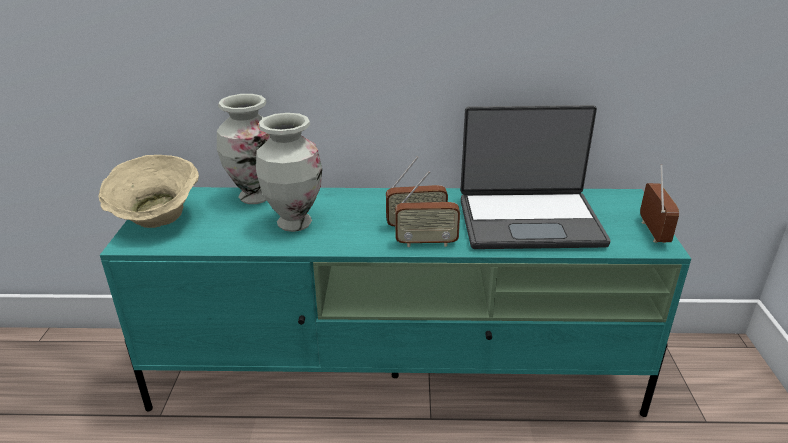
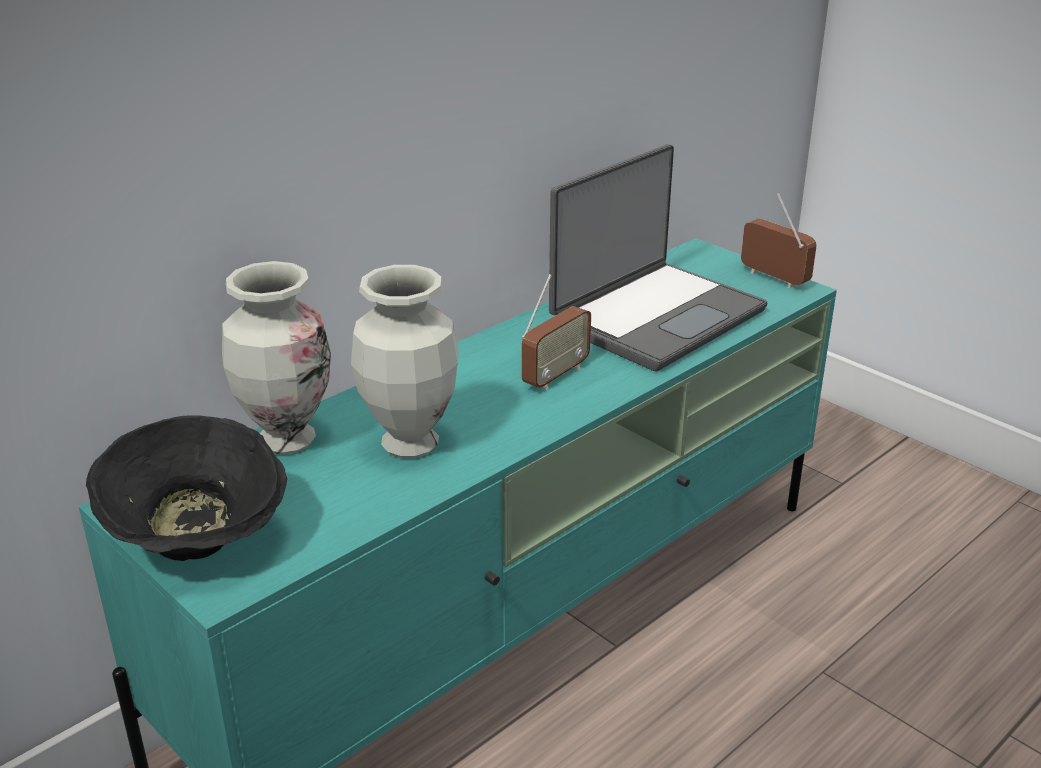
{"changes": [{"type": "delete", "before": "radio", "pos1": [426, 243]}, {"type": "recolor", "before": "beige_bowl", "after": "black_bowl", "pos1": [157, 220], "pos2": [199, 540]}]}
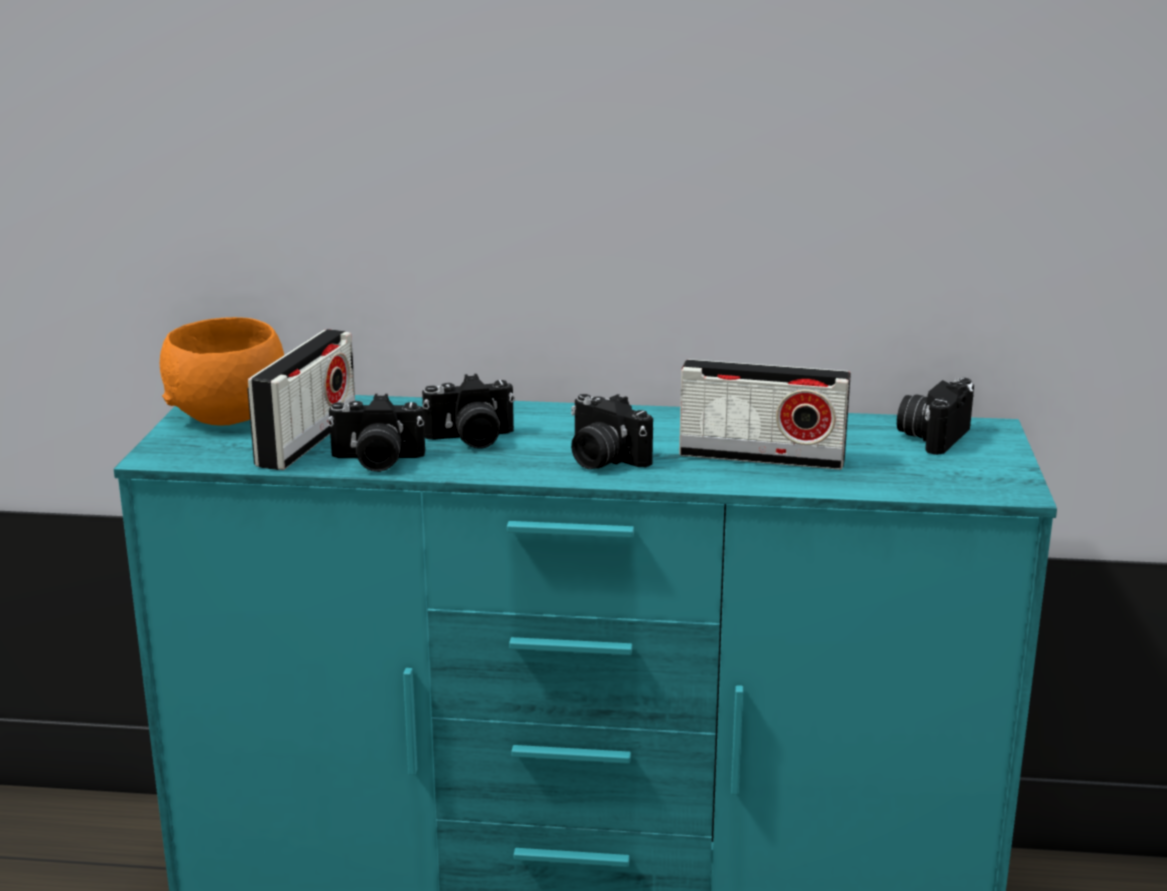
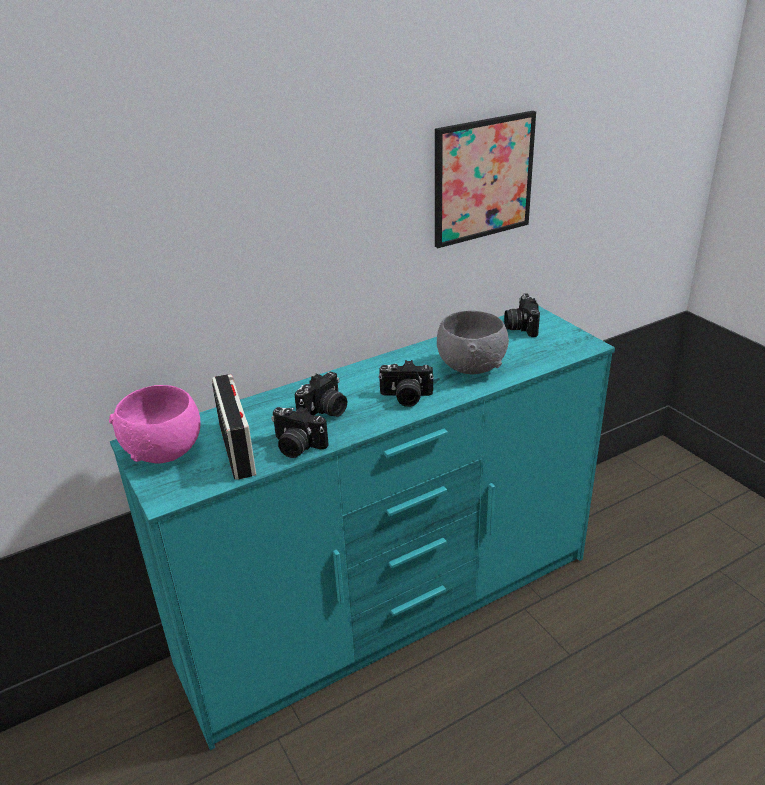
{"changes": [{"type": "insert", "after": "picture", "pos2": [483, 179]}, {"type": "replace", "before": "radio", "after": "grey_bowl", "pos1": [761, 457], "pos2": [471, 367]}, {"type": "recolor", "before": "orange_bowl", "after": "pink_bowl", "pos1": [229, 416], "pos2": [165, 451]}, {"type": "rotate", "before": "photo_camera", "pos1": [376, 461], "pos2": [297, 447], "turn": 60}]}
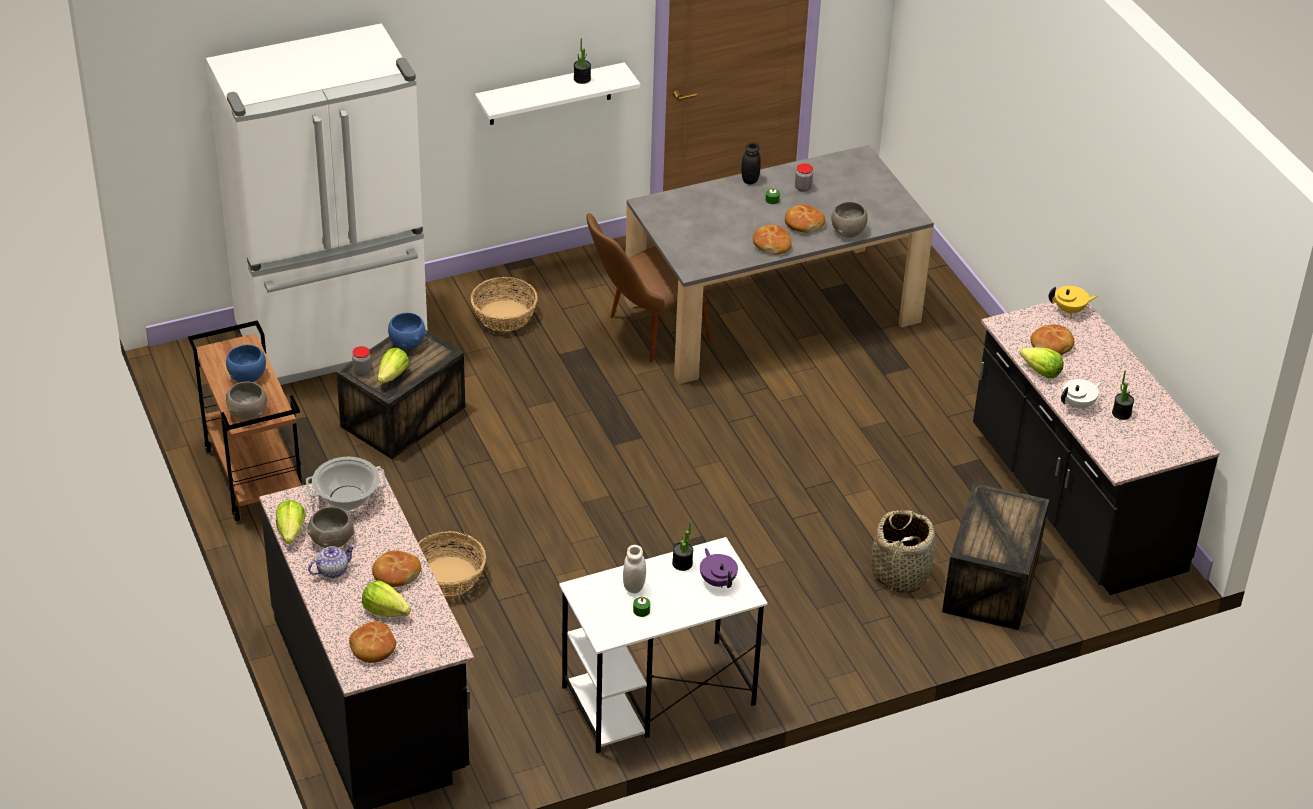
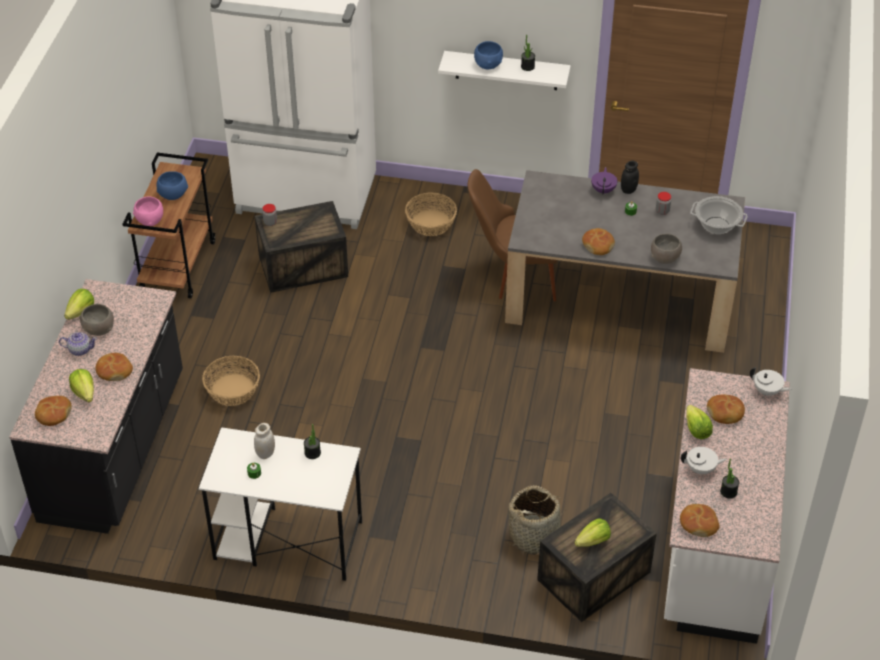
{"changes": [{"type": "move", "before": "cooking_pot", "pos1": [347, 498], "pos2": [716, 226]}, {"type": "move", "before": "lettuce", "pos1": [393, 376], "pos2": [593, 541]}, {"type": "move", "before": "blue_bowl", "pos1": [407, 342], "pos2": [488, 65]}, {"type": "move", "before": "purple_teapot", "pos1": [718, 581], "pos2": [603, 190]}, {"type": "move", "before": "bread", "pos1": [803, 224], "pos2": [698, 524]}, {"type": "recolor", "before": "grey_bowl", "after": "pink_bowl", "pos1": [247, 413], "pos2": [149, 220]}, {"type": "recolor", "before": "black_counter", "after": "white_counter", "pos1": [1074, 502], "pos2": [715, 545]}, {"type": "recolor", "before": "yellow_teapot", "after": "white_teapot", "pos1": [1070, 310], "pos2": [767, 391]}]}
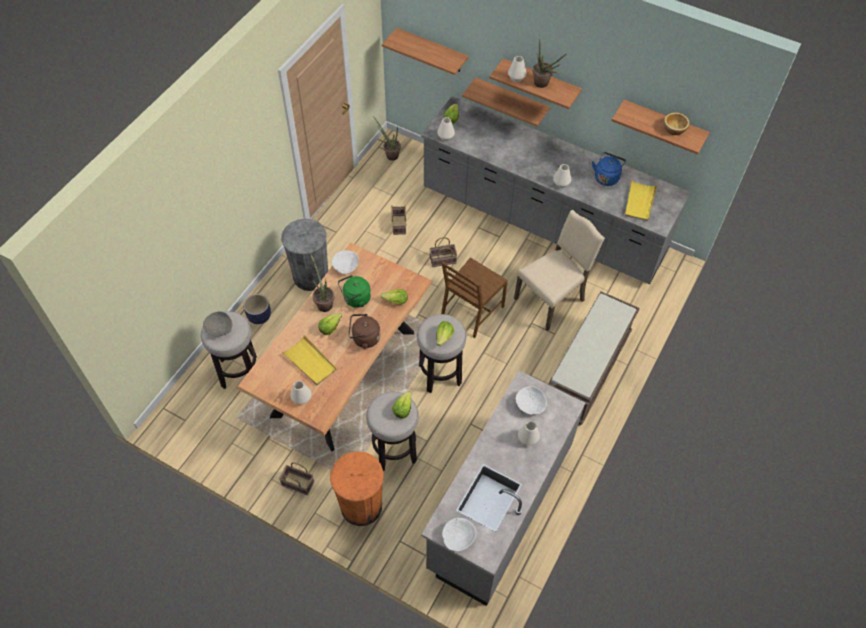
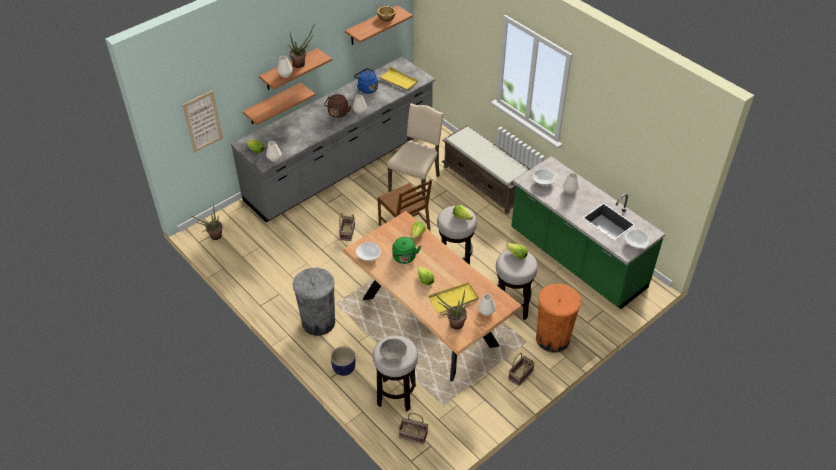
{"changes": [{"type": "move", "before": "potted_plant", "pos1": [323, 303], "pos2": [453, 324]}, {"type": "move", "before": "brown_kettle", "pos1": [364, 338], "pos2": [338, 114]}, {"type": "move", "before": "basket", "pos1": [398, 224], "pos2": [412, 435]}, {"type": "replace", "before": "shelf", "after": "picture", "pos1": [432, 50], "pos2": [203, 121]}, {"type": "recolor", "before": "grey_counter", "after": "green_counter", "pos1": [499, 506], "pos2": [576, 260]}, {"type": "rotate", "before": "beige_chair", "pos1": [551, 299], "pos2": [416, 183], "turn": 45}]}
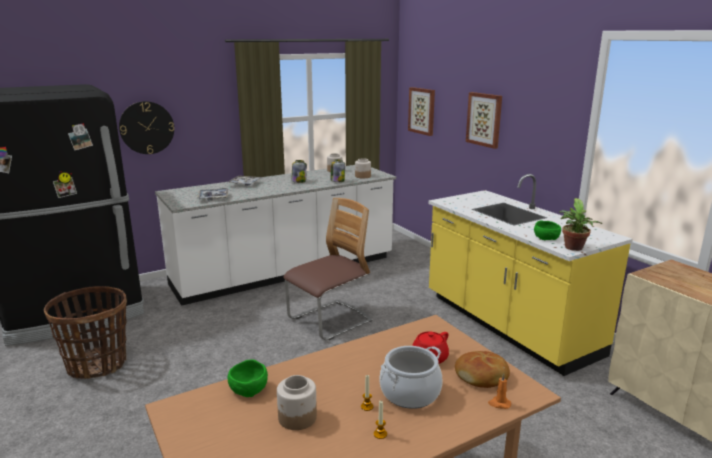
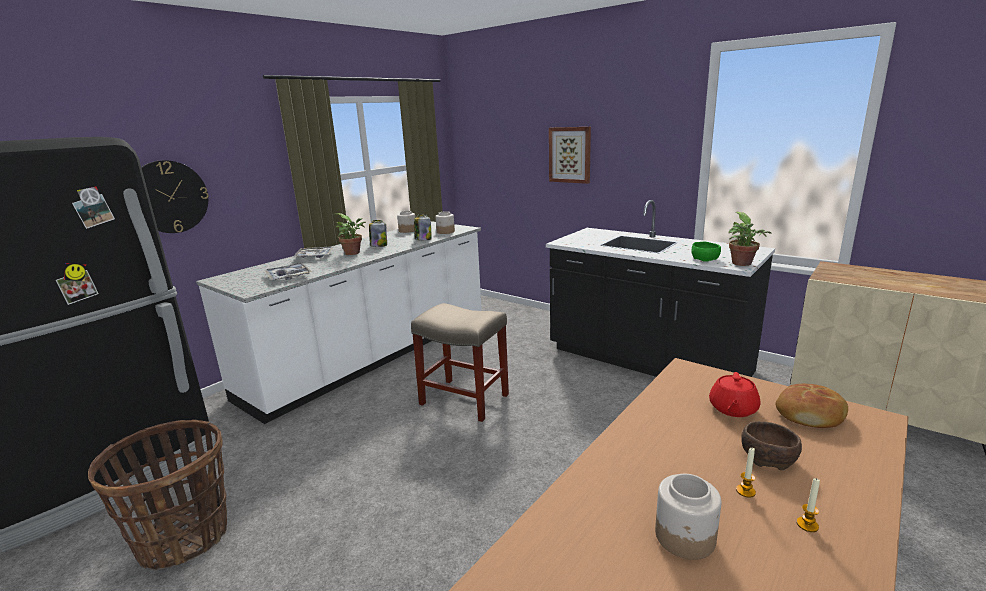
{"changes": [{"type": "delete", "before": "green_bowl", "pos1": [248, 389]}, {"type": "delete", "before": "picture", "pos1": [422, 111]}, {"type": "delete", "before": "orange_candle", "pos1": [499, 404]}, {"type": "insert", "after": "potted_plant", "pos2": [354, 253]}, {"type": "replace", "before": "chair", "after": "beige_stool", "pos1": [330, 321], "pos2": [465, 399]}, {"type": "replace", "before": "cooking_pot", "after": "brown_bowl", "pos1": [410, 393], "pos2": [767, 457]}, {"type": "recolor", "before": "yellow_counter", "after": "black_counter", "pos1": [508, 325], "pos2": [647, 362]}]}
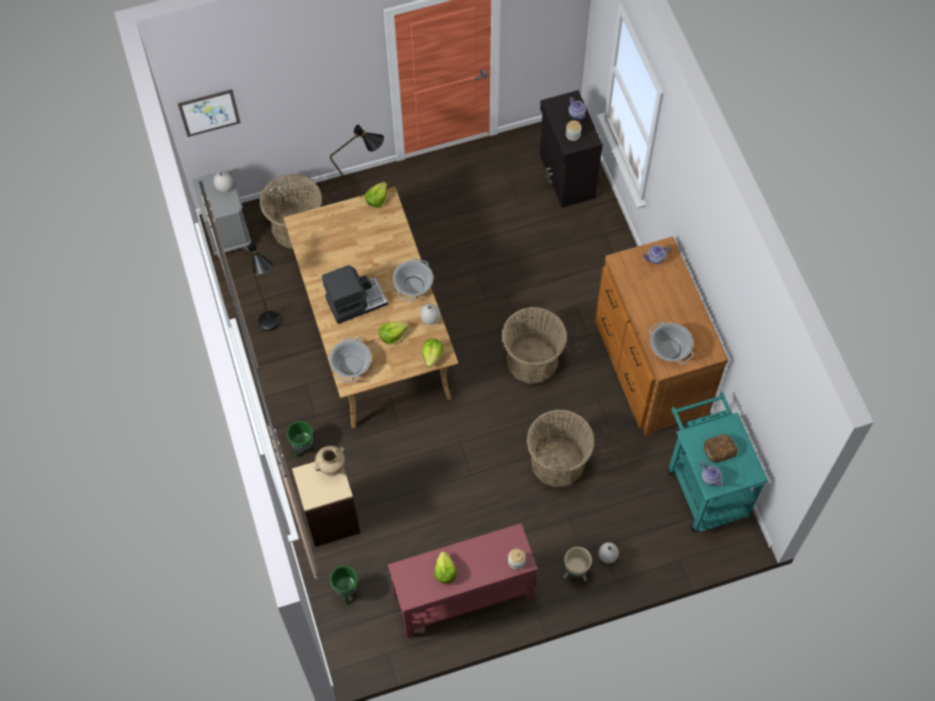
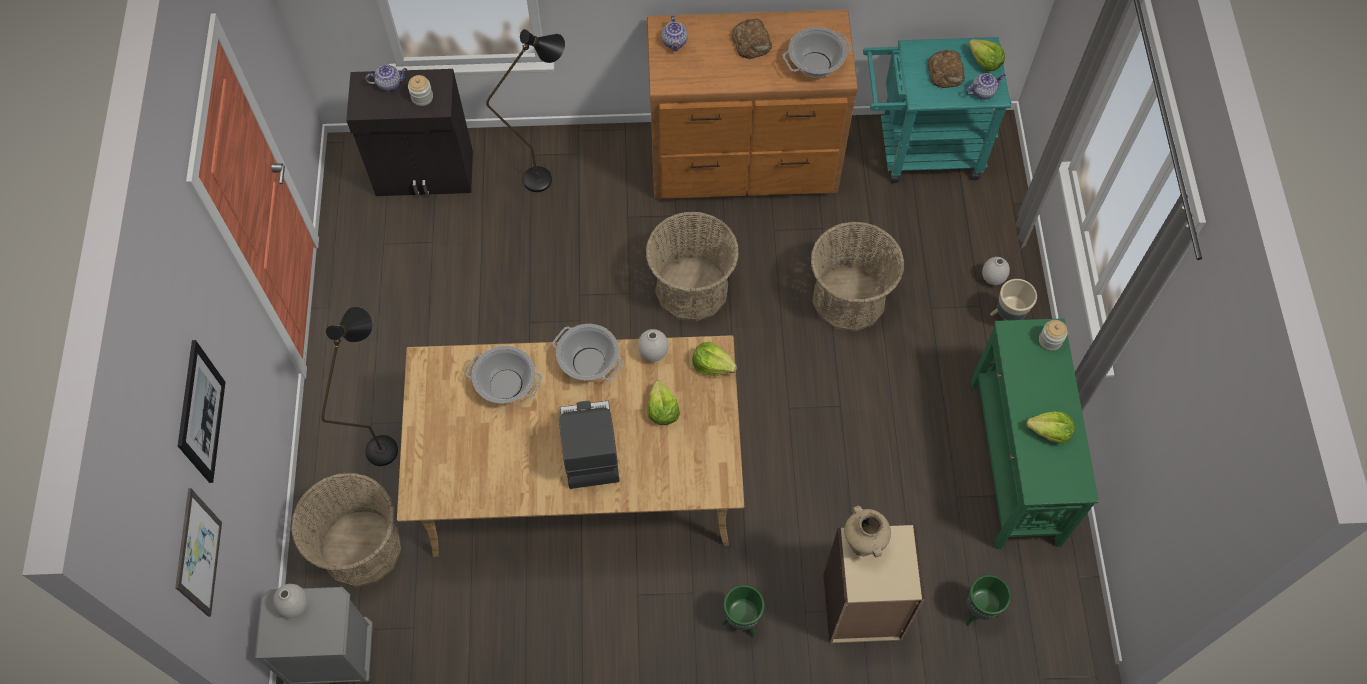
{"changes": [{"type": "insert", "after": "picture", "pos2": [200, 412]}, {"type": "insert", "after": "bread", "pos2": [752, 42]}, {"type": "move", "before": "black_floor_lamp", "pos1": [273, 327], "pos2": [548, 177]}, {"type": "move", "before": "cooking_pot", "pos1": [351, 365], "pos2": [506, 384]}, {"type": "move", "before": "lettuce", "pos1": [377, 199], "pos2": [984, 62]}, {"type": "recolor", "before": "red_console_table", "after": "green_console_table", "pos1": [462, 596], "pos2": [1013, 462]}]}
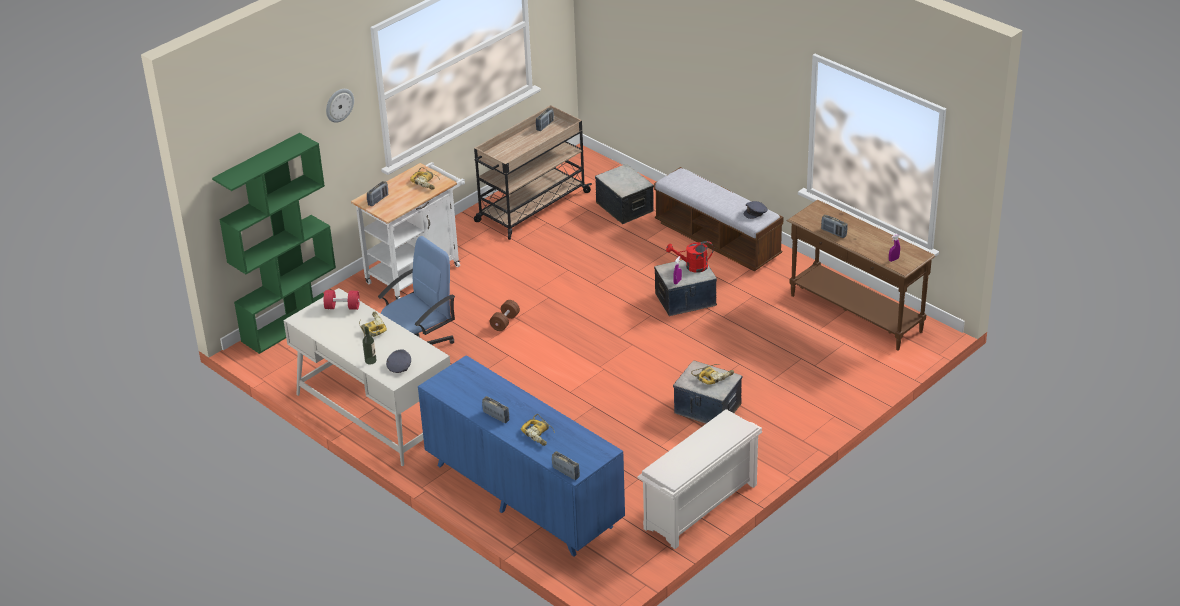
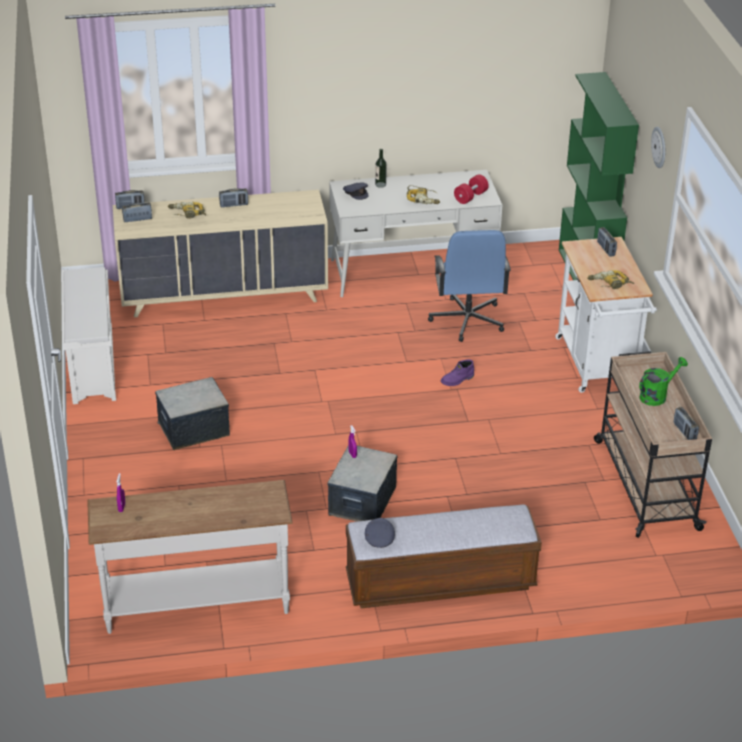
{"changes": [{"type": "delete", "before": "storage_box", "pos1": [625, 207]}, {"type": "delete", "before": "red_watering_can", "pos1": [692, 267]}, {"type": "delete", "before": "power_drill", "pos1": [713, 376]}, {"type": "insert", "after": "green_watering_can", "pos2": [657, 395]}, {"type": "move", "before": "radio", "pos1": [833, 233], "pos2": [137, 219]}, {"type": "replace", "before": "brown_dumbbell", "after": "purple_boot", "pos1": [505, 322], "pos2": [457, 380]}, {"type": "recolor", "before": "blue_dresser", "after": "beige_dresser", "pos1": [523, 495], "pos2": [224, 295]}, {"type": "recolor", "before": "brown_console_table", "after": "white_console_table", "pos1": [855, 314], "pos2": [196, 603]}]}
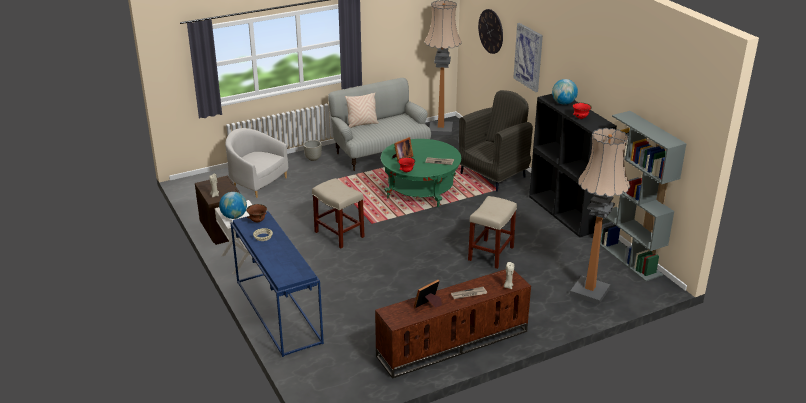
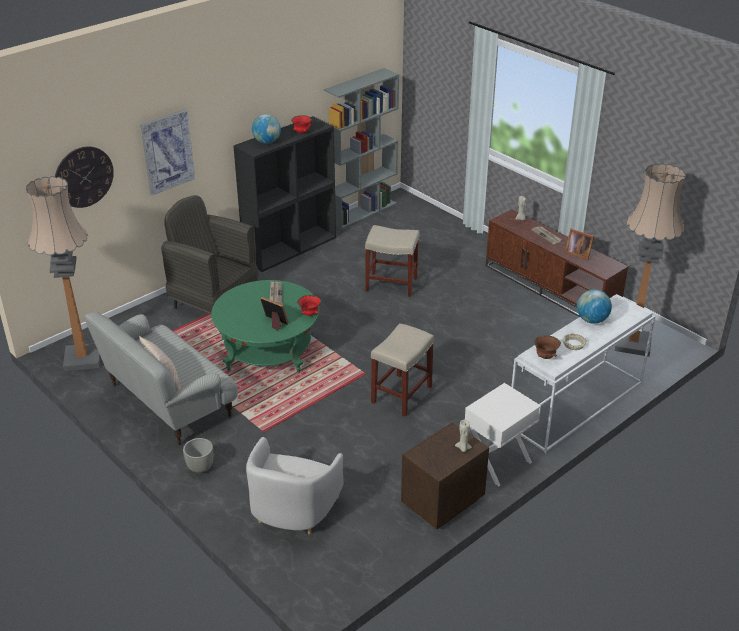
{"changes": [{"type": "move", "before": "globe", "pos1": [234, 216], "pos2": [592, 320]}, {"type": "move", "before": "floor_lamp", "pos1": [589, 291], "pos2": [632, 343]}, {"type": "recolor", "before": "blue_console_table", "after": "white_console_table", "pos1": [277, 311], "pos2": [576, 406]}]}
